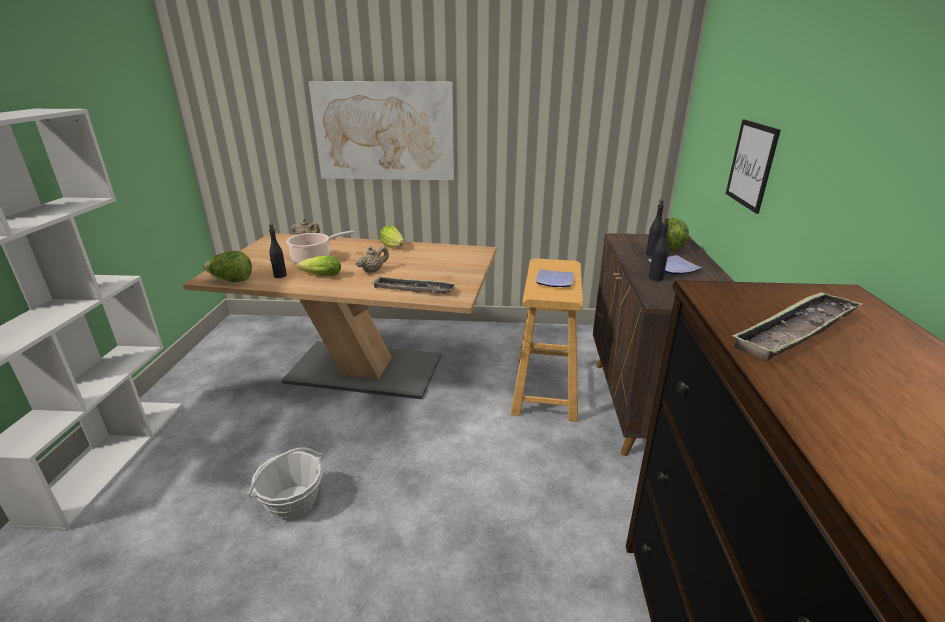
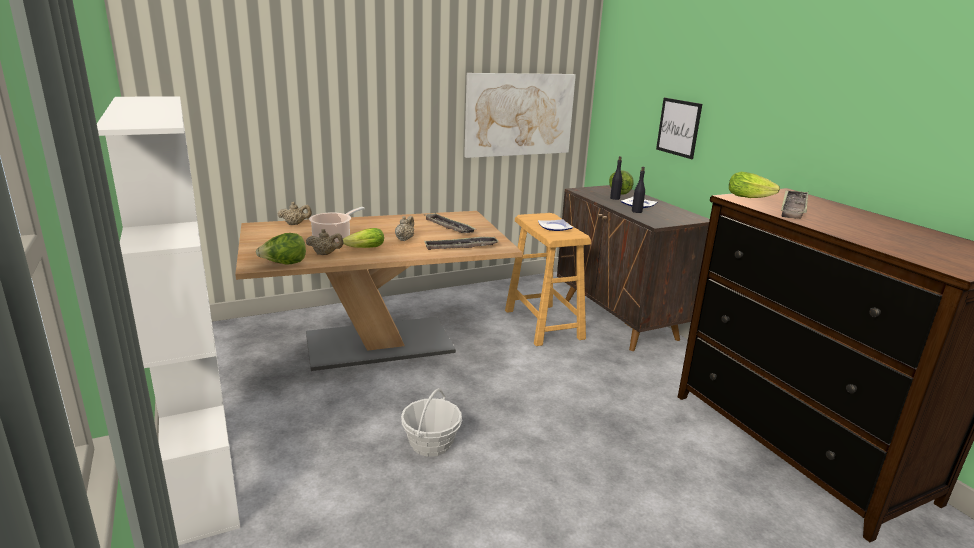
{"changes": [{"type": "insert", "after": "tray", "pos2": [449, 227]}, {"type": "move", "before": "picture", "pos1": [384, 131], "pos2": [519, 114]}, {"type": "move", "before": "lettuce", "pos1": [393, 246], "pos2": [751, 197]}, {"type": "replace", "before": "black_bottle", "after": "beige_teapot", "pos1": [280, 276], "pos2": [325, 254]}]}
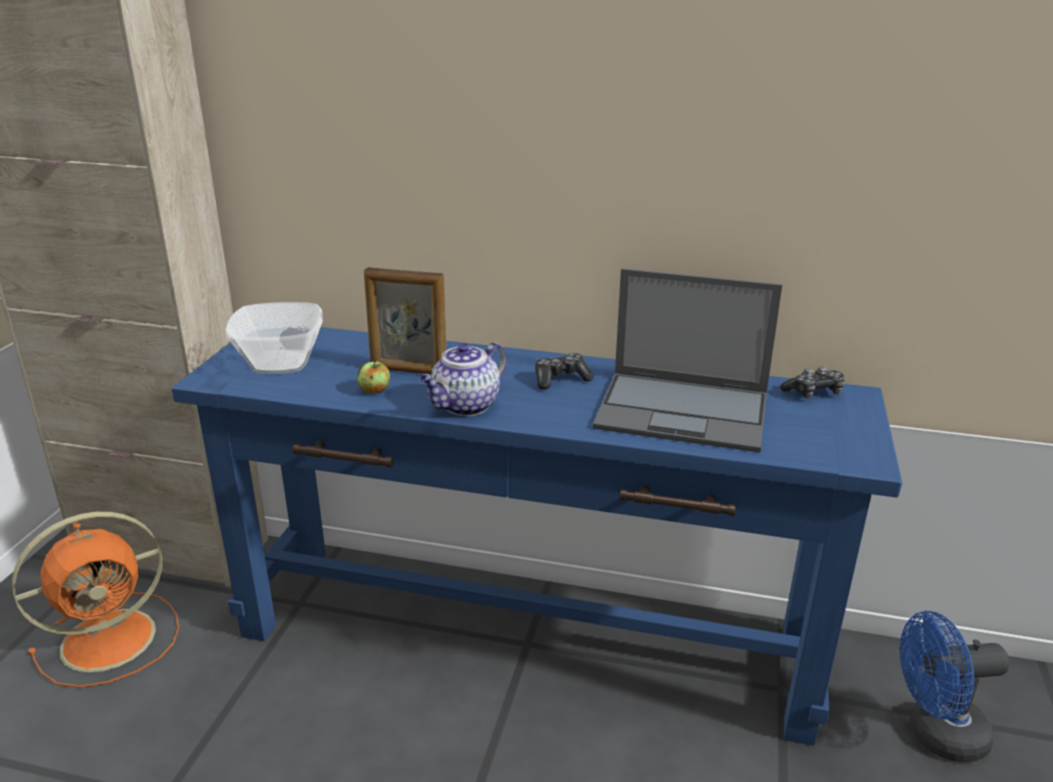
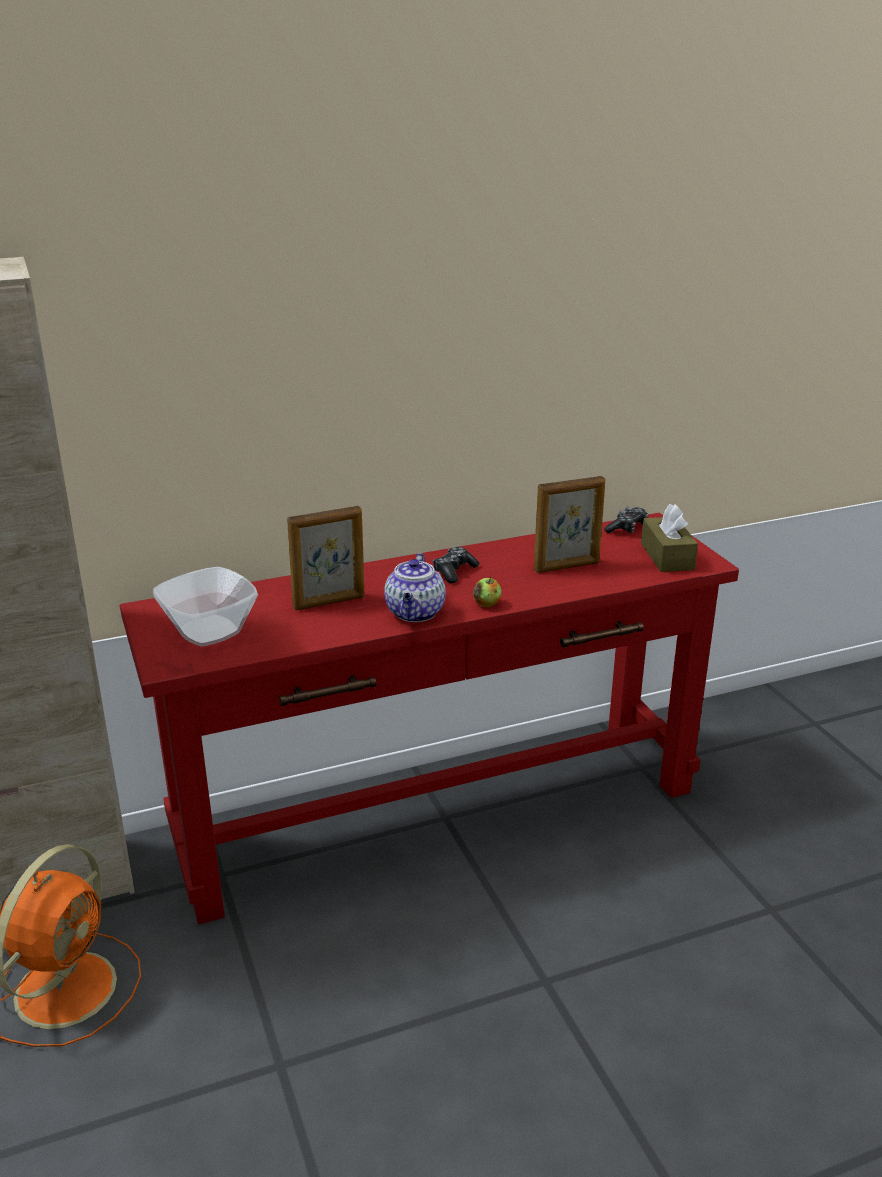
{"changes": [{"type": "delete", "before": "blue_fan", "pos1": [936, 735]}, {"type": "insert", "after": "brown_tissue_box", "pos2": [667, 556]}, {"type": "move", "before": "apple", "pos1": [374, 390], "pos2": [487, 604]}, {"type": "replace", "before": "laptop", "after": "picture_frame", "pos1": [684, 411], "pos2": [567, 567]}, {"type": "recolor", "before": "blue_console_table", "after": "red_console_table", "pos1": [526, 636], "pos2": [439, 813]}]}
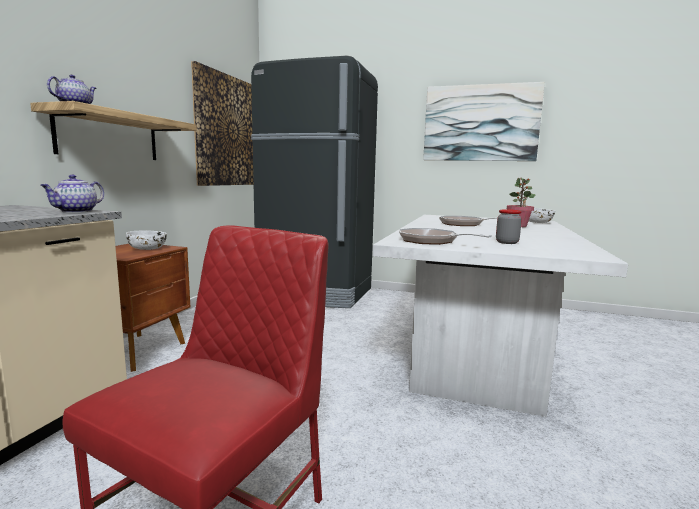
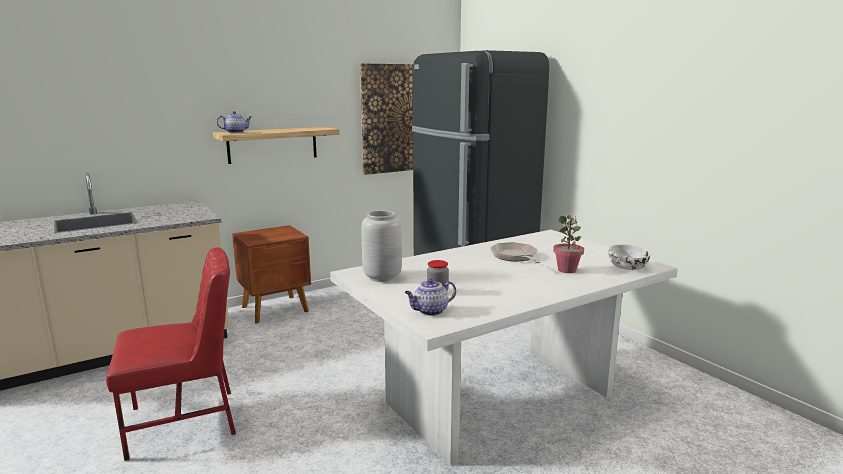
{"changes": [{"type": "delete", "before": "white_bowl", "pos1": [148, 248]}, {"type": "delete", "before": "picture", "pos1": [480, 123]}, {"type": "move", "before": "teapot", "pos1": [76, 211], "pos2": [430, 311]}, {"type": "replace", "before": "frying_pan", "after": "grey_vase", "pos1": [431, 241], "pos2": [381, 277]}]}
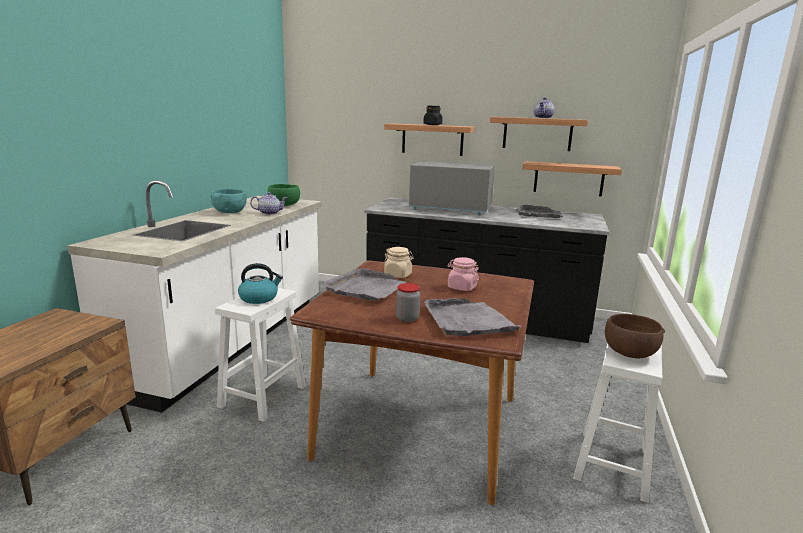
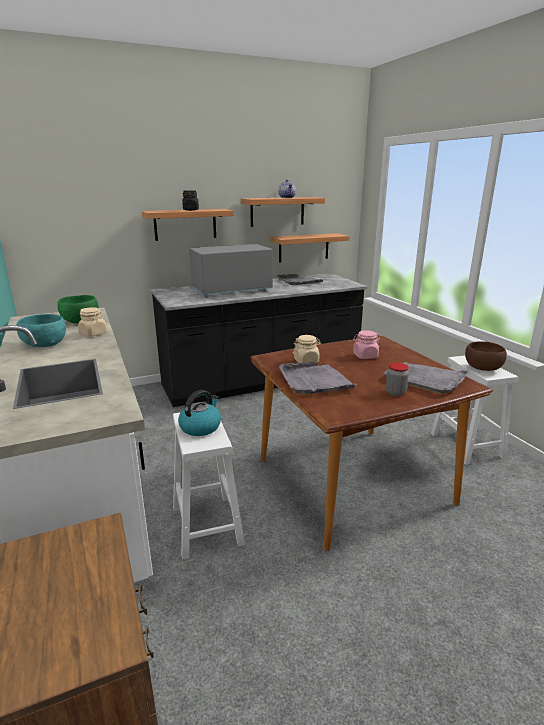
{"changes": [{"type": "replace", "before": "teapot", "after": "beige_jar", "pos1": [269, 213], "pos2": [93, 334]}]}
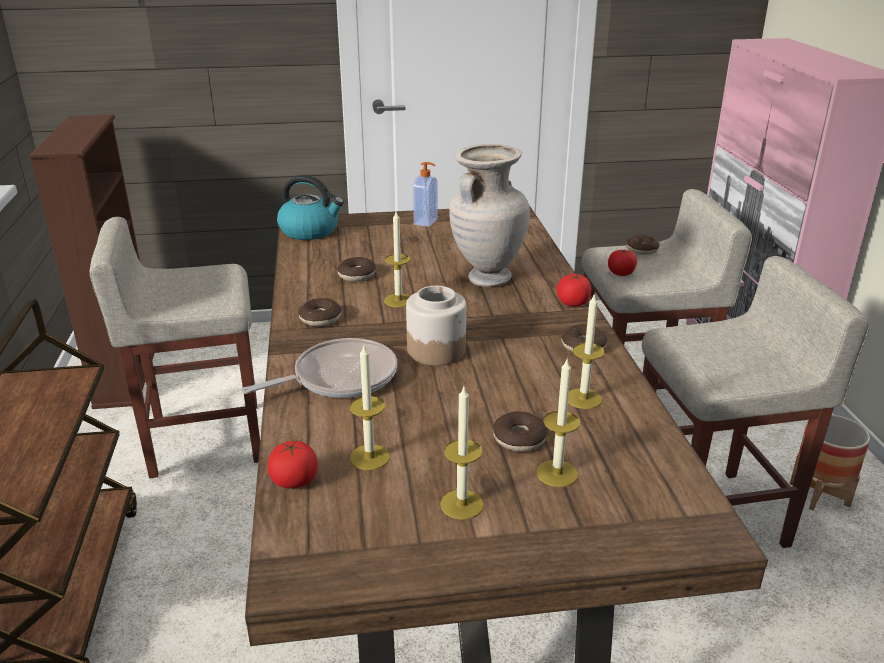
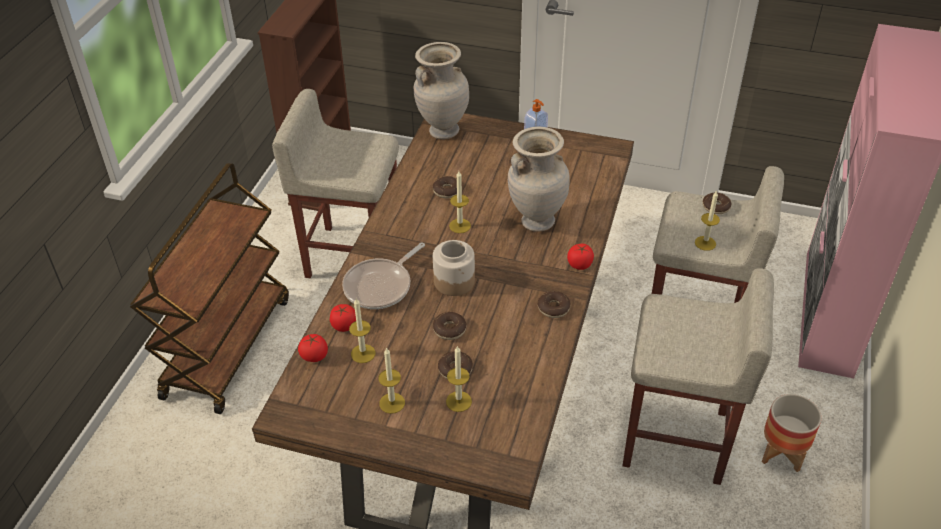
{"changes": [{"type": "move", "before": "donut", "pos1": [320, 319], "pos2": [449, 329]}, {"type": "move", "before": "candle", "pos1": [583, 398], "pos2": [705, 243]}, {"type": "move", "before": "tomato", "pos1": [621, 273], "pos2": [344, 325]}, {"type": "replace", "before": "kettle", "after": "beige_vase", "pos1": [310, 231], "pos2": [442, 131]}, {"type": "rotate", "before": "frying_pan", "pos1": [339, 378], "pos2": [381, 286], "turn": 135}]}
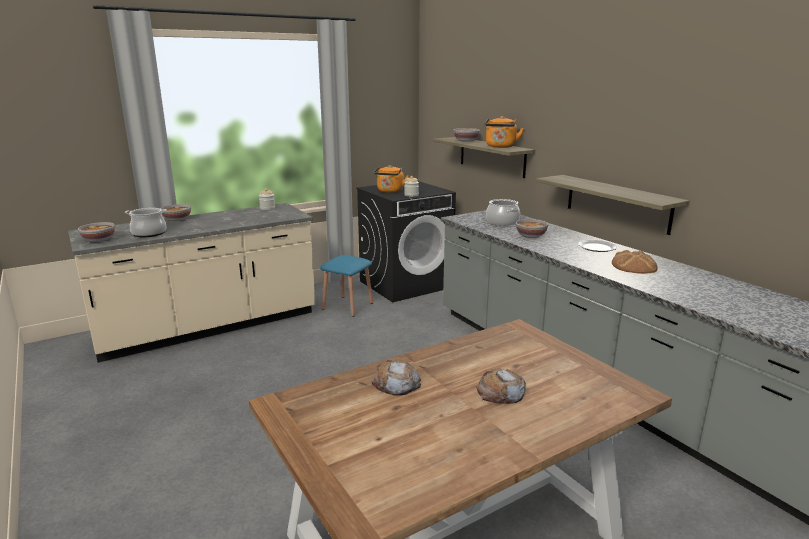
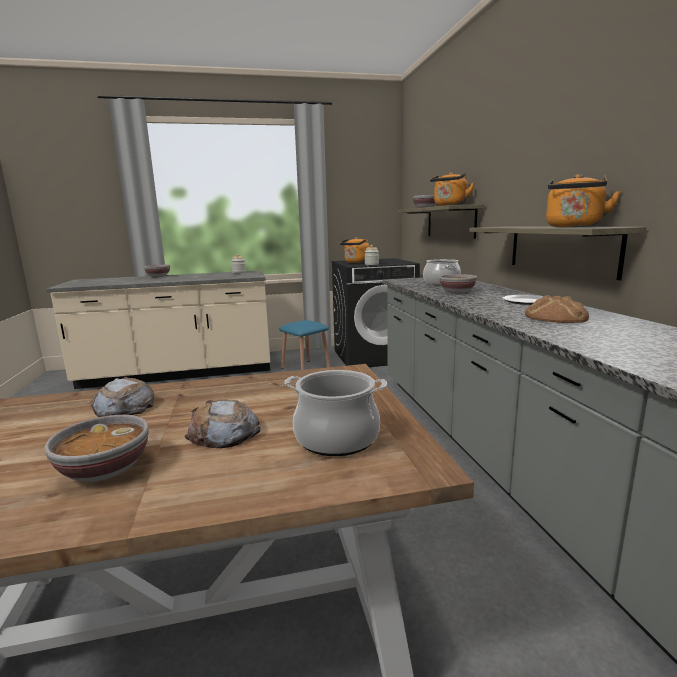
{"changes": [{"type": "insert", "after": "orange_kettle", "pos2": [573, 227]}, {"type": "move", "before": "bowl", "pos1": [99, 240], "pos2": [104, 469]}, {"type": "move", "before": "cooking_pot", "pos1": [149, 233], "pos2": [337, 438]}]}
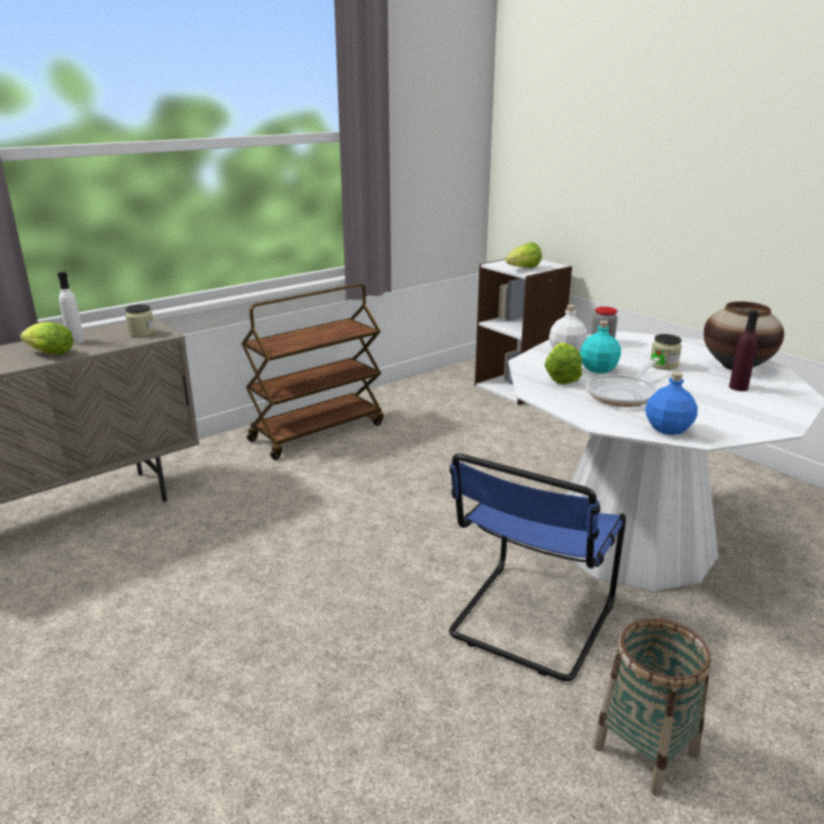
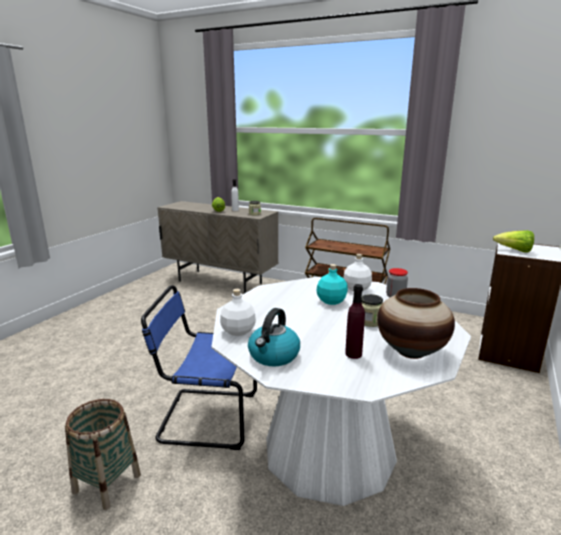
{"changes": [{"type": "delete", "before": "lettuce", "pos1": [561, 377]}, {"type": "delete", "before": "frying_pan", "pos1": [624, 394]}, {"type": "insert", "after": "kettle", "pos2": [273, 356]}, {"type": "recolor", "before": "blue_bottle", "after": "white_bottle", "pos1": [667, 429], "pos2": [238, 331]}]}
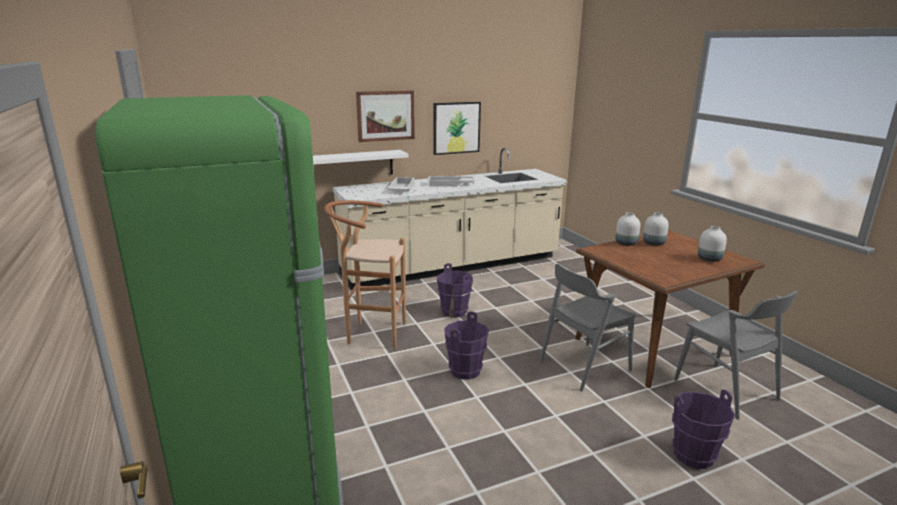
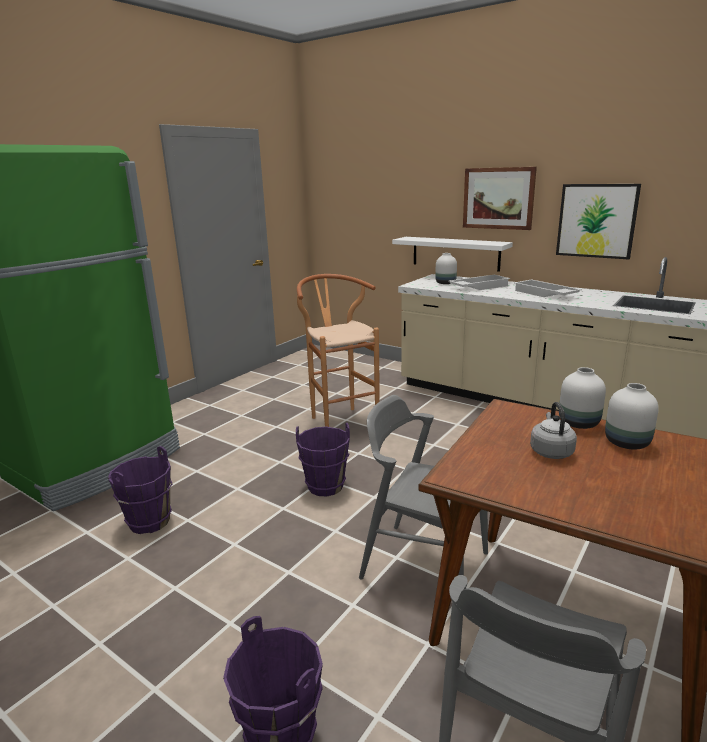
{"changes": [{"type": "insert", "after": "grey_kettle", "pos2": [551, 451]}, {"type": "move", "before": "purple_bucket", "pos1": [454, 312], "pos2": [149, 522]}, {"type": "move", "before": "white_vase", "pos1": [710, 259], "pos2": [445, 283]}]}
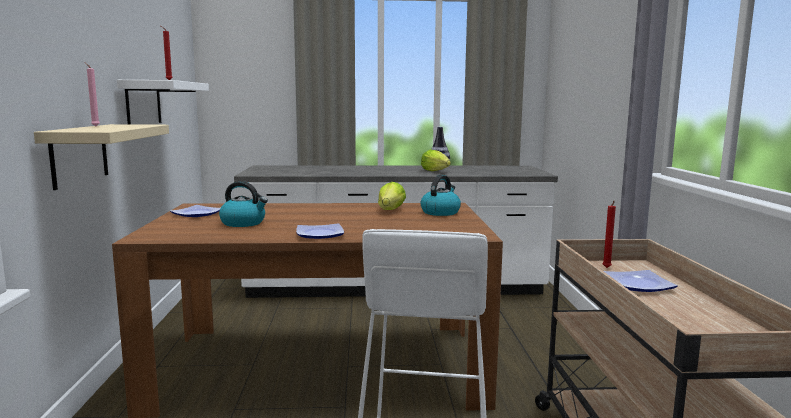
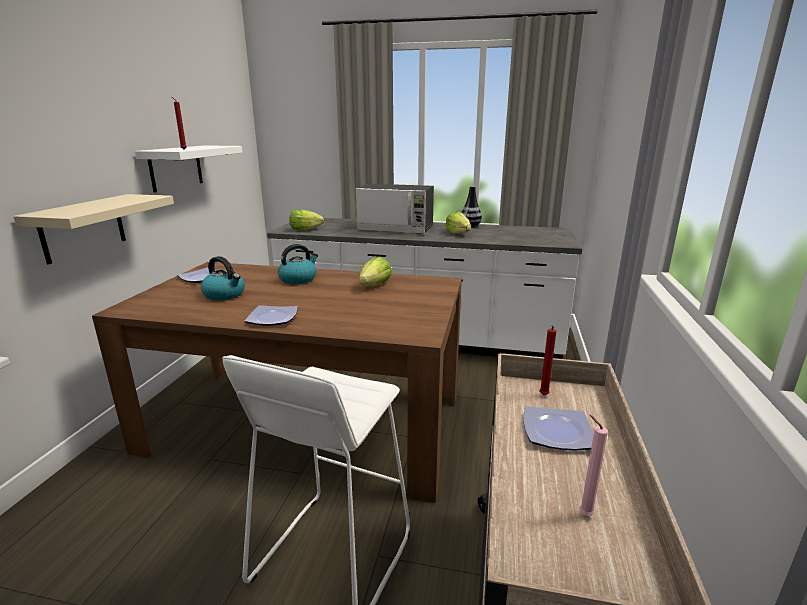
{"changes": [{"type": "insert", "after": "lettuce", "pos2": [305, 230]}, {"type": "insert", "after": "microwave", "pos2": [396, 229]}, {"type": "move", "before": "pink_candle", "pos1": [94, 126], "pos2": [583, 514]}, {"type": "move", "before": "kettle", "pos1": [440, 212], "pos2": [298, 279]}]}
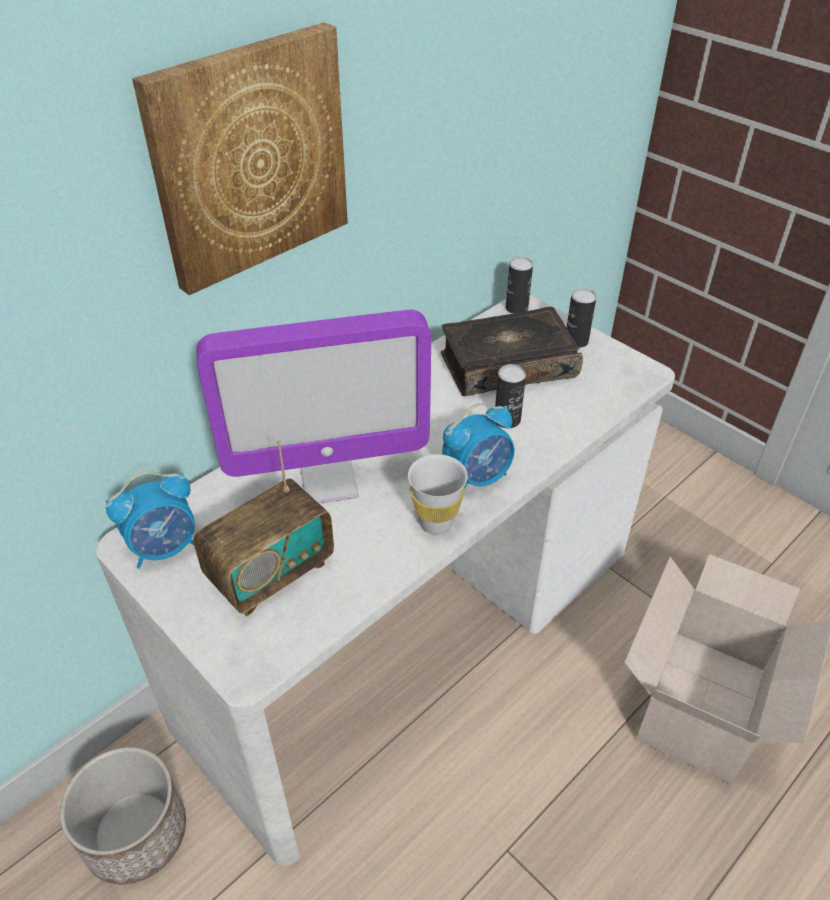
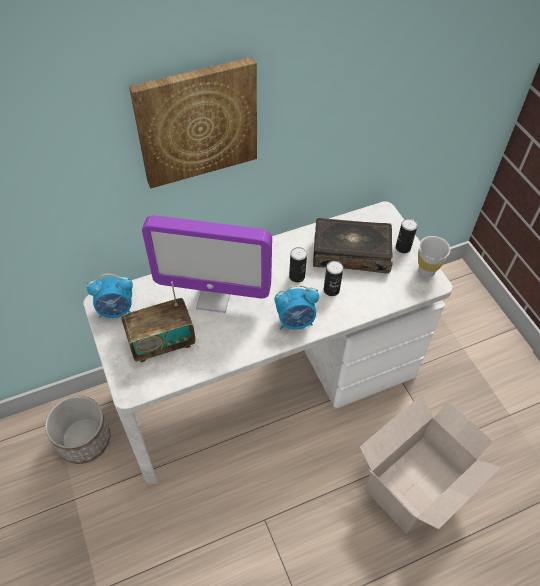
{"changes": [{"type": "move", "before": "white_cup", "pos1": [436, 523], "pos2": [426, 271]}, {"type": "move", "before": "can", "pos1": [516, 308], "pos2": [297, 276]}]}
